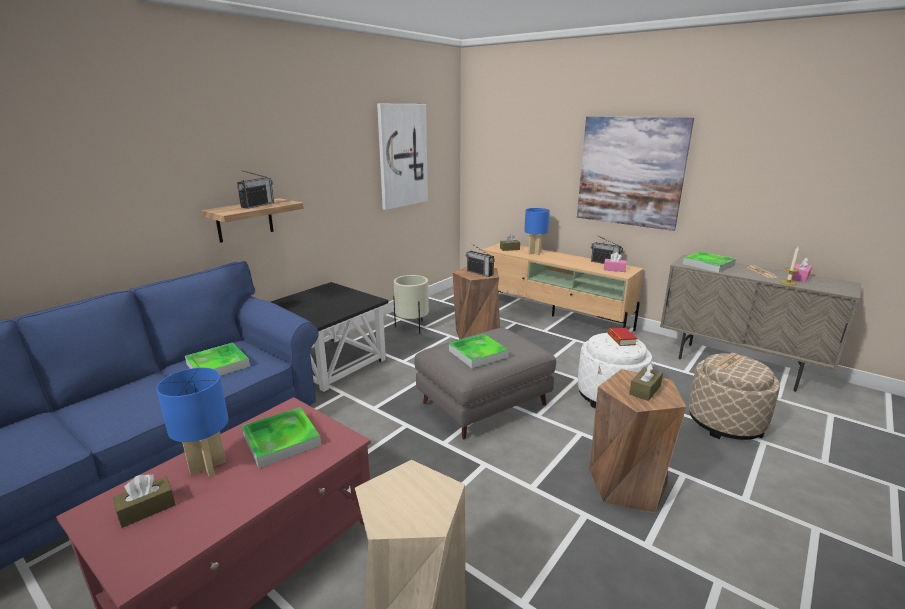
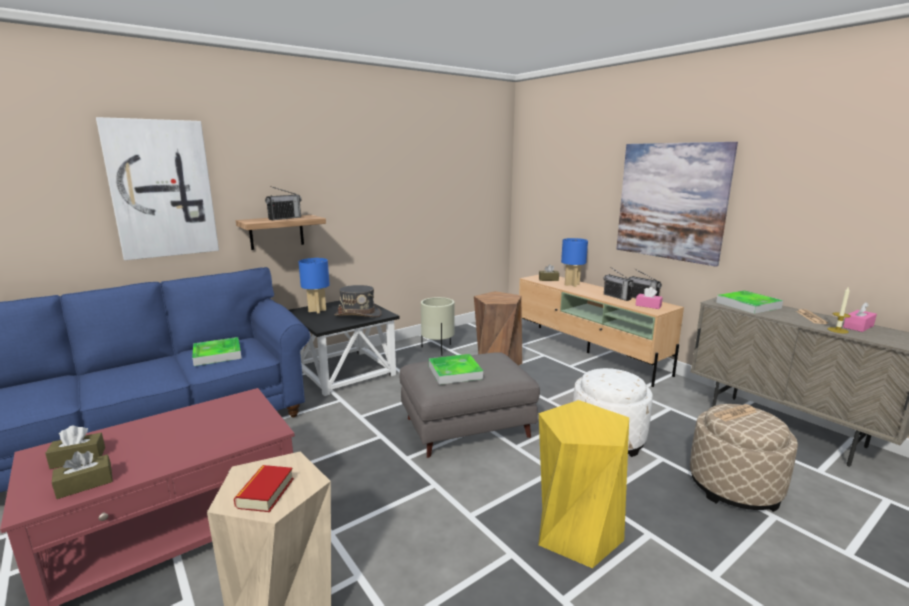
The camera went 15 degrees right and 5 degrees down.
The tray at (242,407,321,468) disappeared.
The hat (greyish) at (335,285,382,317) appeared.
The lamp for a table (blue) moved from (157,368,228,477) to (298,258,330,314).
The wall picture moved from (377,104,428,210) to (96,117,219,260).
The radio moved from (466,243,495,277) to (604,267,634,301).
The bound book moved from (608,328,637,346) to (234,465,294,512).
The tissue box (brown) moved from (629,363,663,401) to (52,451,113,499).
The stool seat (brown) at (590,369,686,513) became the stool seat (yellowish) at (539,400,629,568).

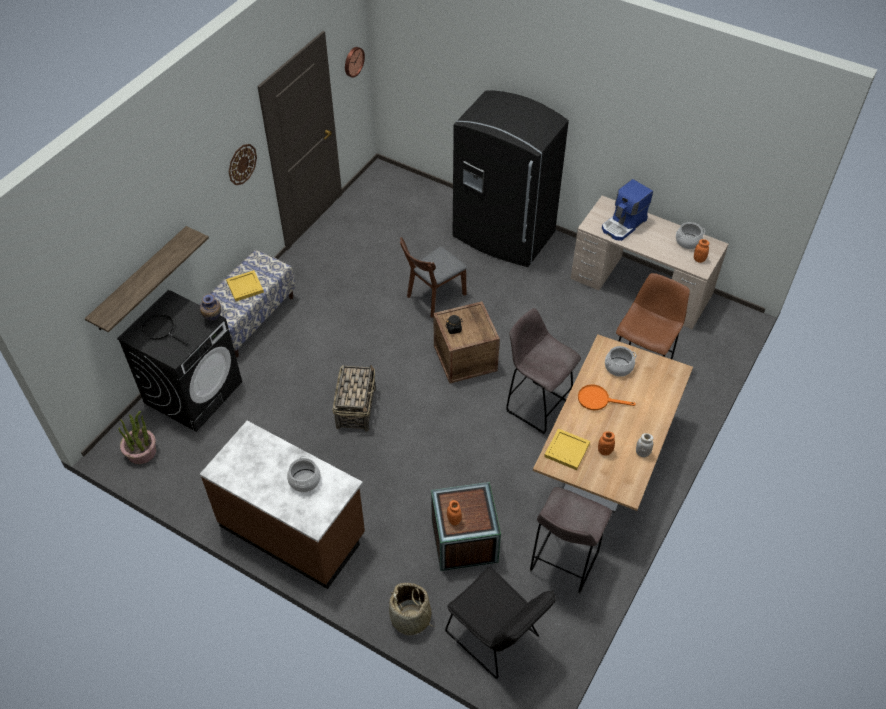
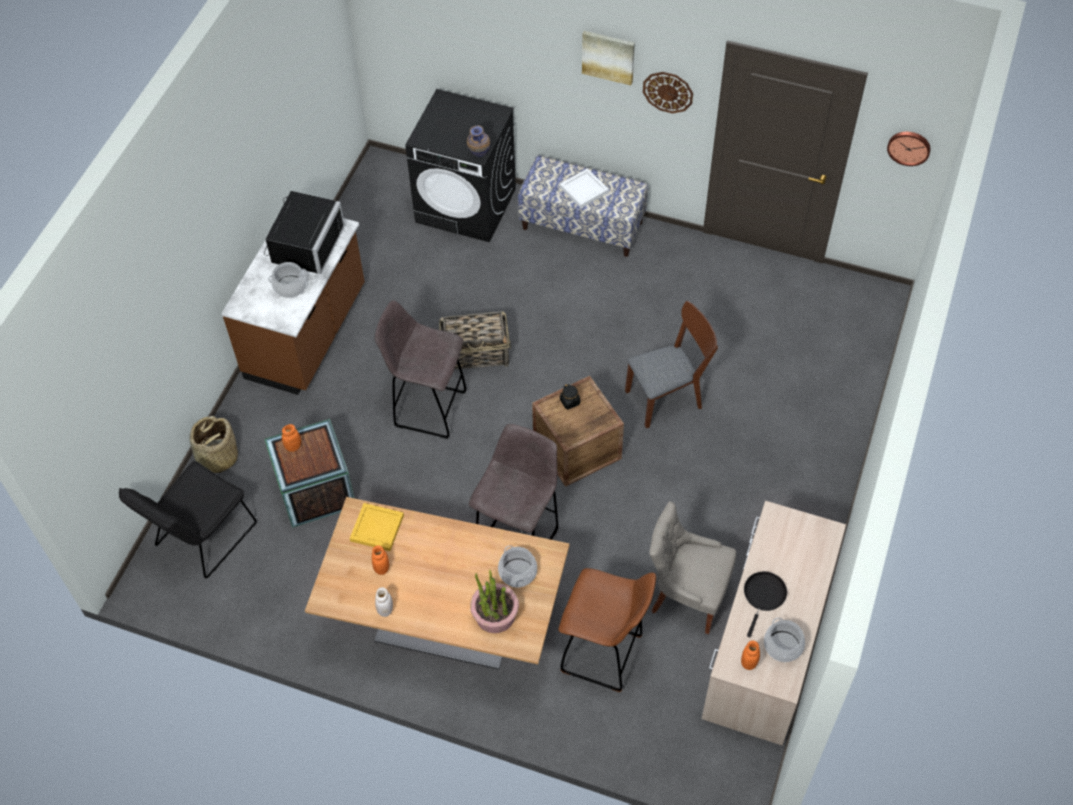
The camera went 80 degrees right and 5 degrees up.
The bracket shelf at (85,226,209,332) disappeared.
The kitchen fridge (blackish) at (453,90,569,267) disappeared.
The frying pan (orange) at (578,384,636,410) disappeared.
The coffee machine at (602,179,653,241) disappeared.
The microwave (blackish) at (264,191,345,274) appeared.
The wall picture at (582,31,635,85) appeared.
The upright chair (greyish) at (649,501,736,634) appeared.
The potted plant moved from (119,411,156,464) to (470,570,519,633).
The frying pan (blackish) moved from (141,314,188,345) to (744,571,787,637).
The stool seat (greyish) moved from (530,487,612,593) to (375,300,466,439).
The tray (yellowish) at (226,270,264,301) became the tray (whitish) at (560,168,609,208).
The upright chair (brown) at (400,237,467,318) turned 120 degrees clockwise.

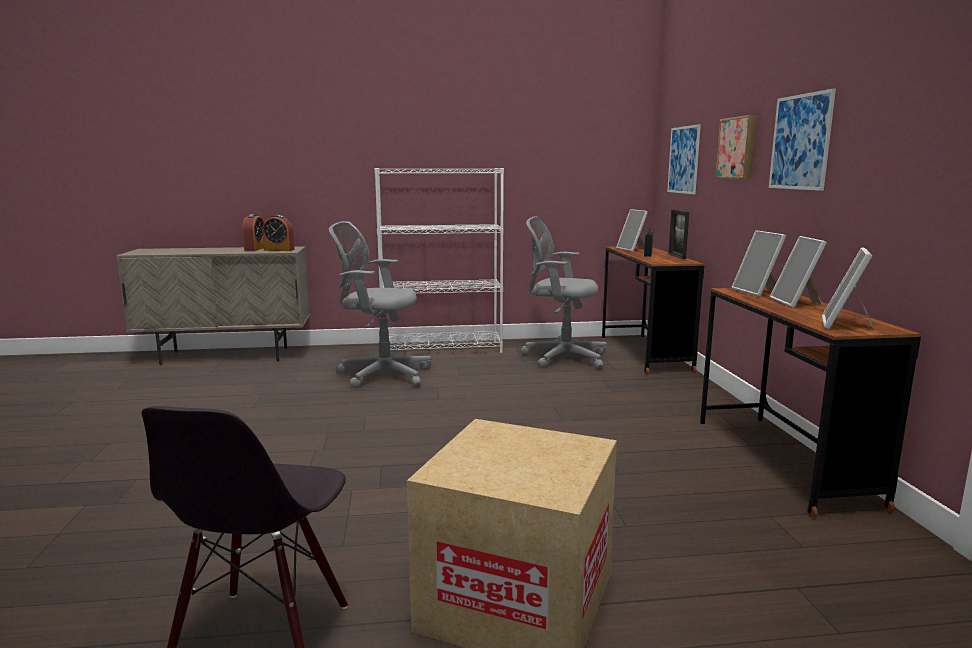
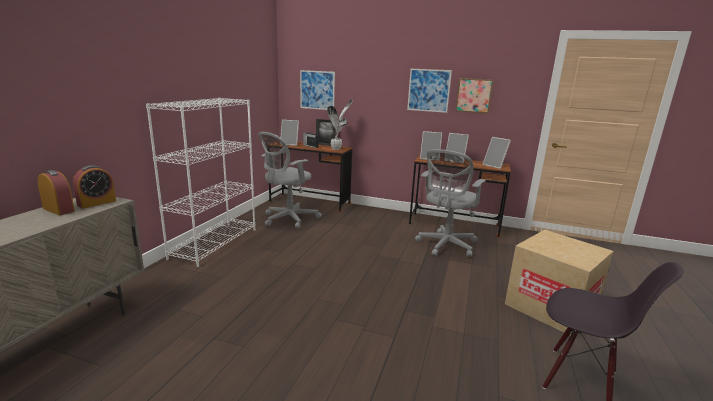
The camera went 65 degrees left and 5 degrees up.
The potted plant at (322,99,353,150) appeared.
The computer chair (greyish) moved from (329,221,431,388) to (415,149,486,257).
The wall picture moved from (715,115,757,179) to (456,78,493,113).

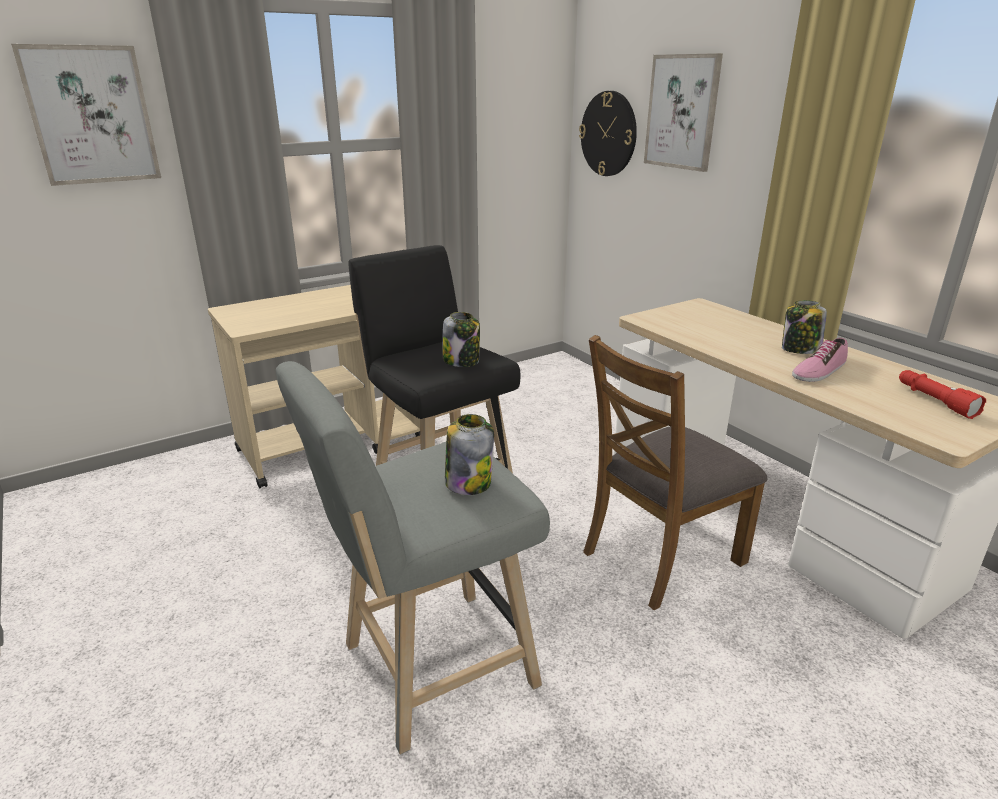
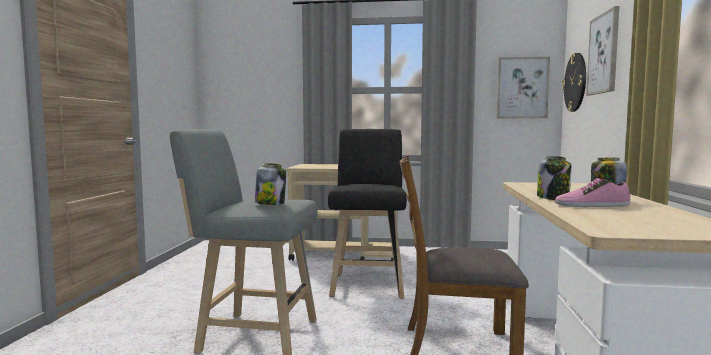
The camera went 40 degrees right and 20 degrees down.
The hand torch (reddish) at (899,370,986,419) disappeared.
The wall picture moved from (11,44,161,186) to (497,57,550,118).
The jar moved from (443,312,480,367) to (537,156,571,200).

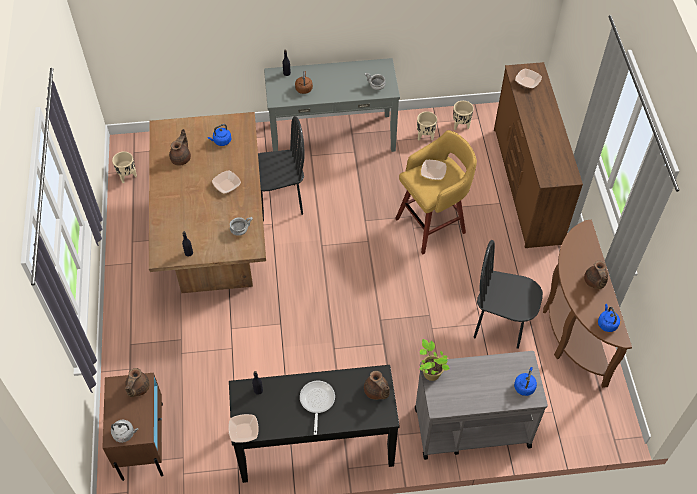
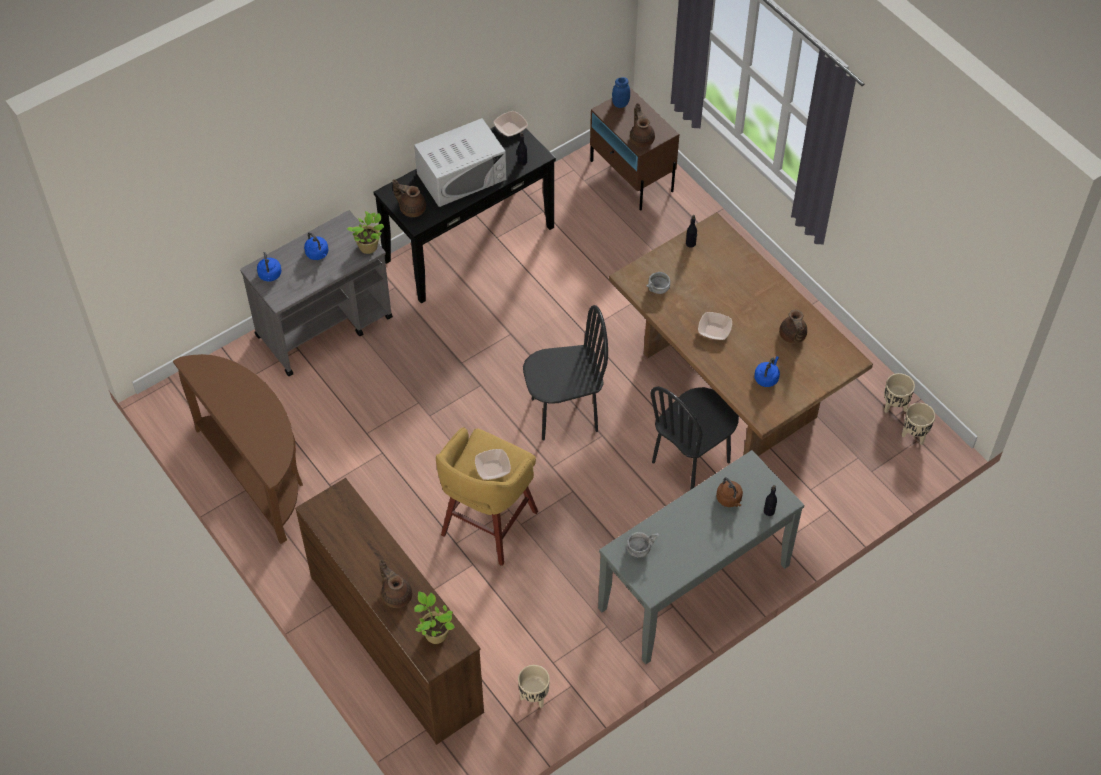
The camera went 150 degrees right and 0 degrees up.
The plant pot (sand-coloured) moved from (417,111,437,140) to (902,403,935,445).
The upright chair (blackish) moved from (474,240,543,349) to (523,305,608,440).
The teapot (brown) moved from (584,261,608,289) to (379,560,412,608).
The kettle (blue) moved from (598,304,620,332) to (304,232,328,260).
The kettle (greyish) at (111,420,138,443) was replaced by the jar (blue) at (612,77,630,108).
The frying pan at (300,381,335,435) was replaced by the microwave (whitish) at (414,118,506,207).
The bowl at (515,69,542,88) was replaced by the potted plant at (414,592,455,644).

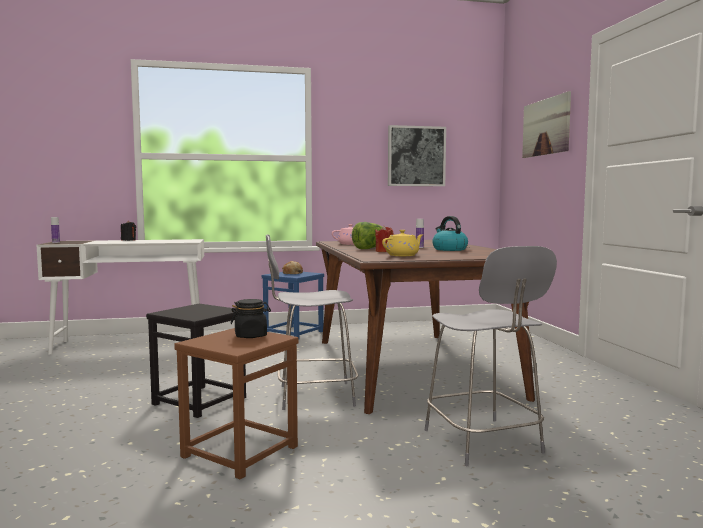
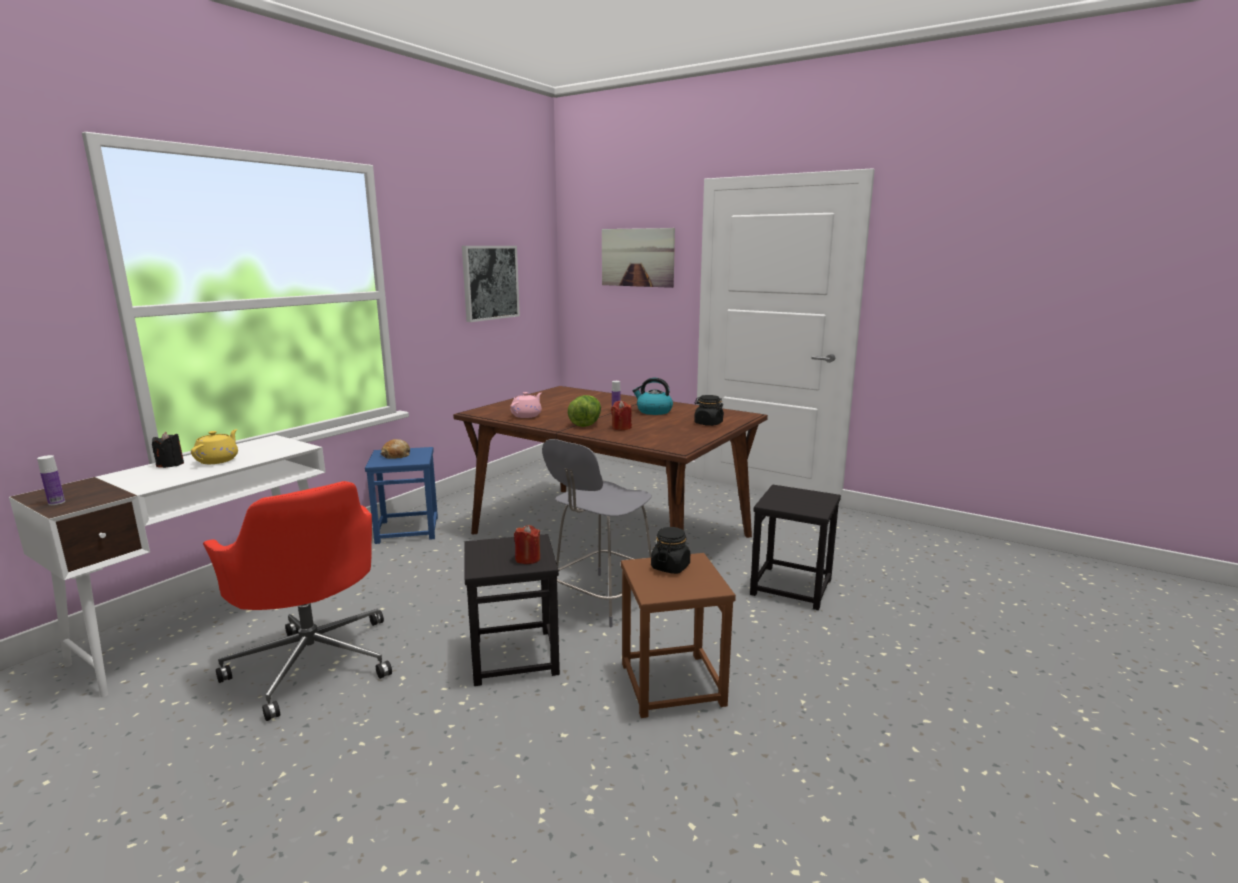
The camera went 45 degrees left and 10 degrees up.
The computer chair (reddish) at (203,481,392,721) appeared.
The candle (reddish) at (514,525,540,564) appeared.
The jar (blackish) at (694,395,724,426) appeared.
The teapot (yellowish) moved from (382,230,424,256) to (191,429,238,464).
The upright chair (greyish) at (425,246,557,466) was replaced by the stool seat (blackish) at (750,484,841,610).

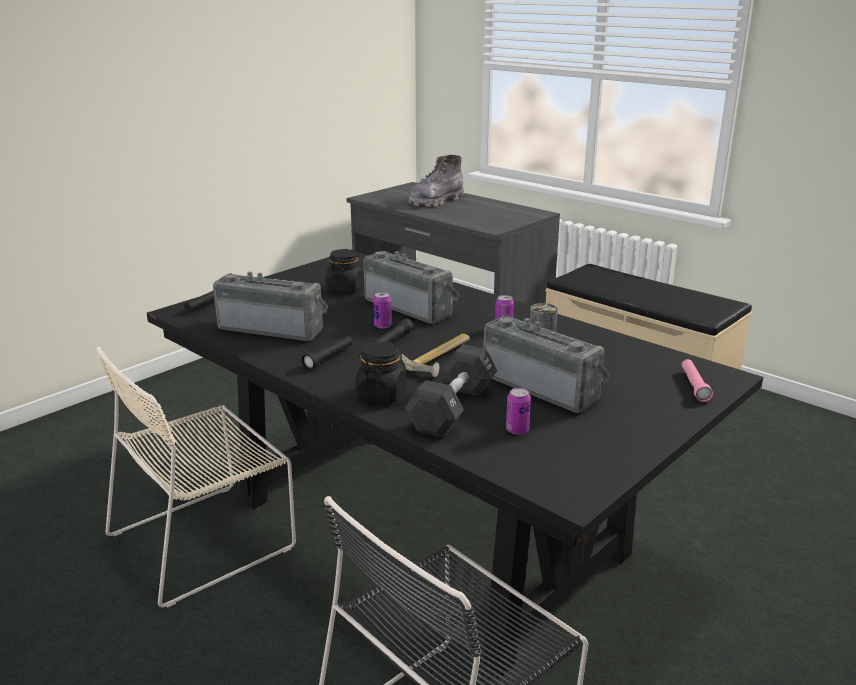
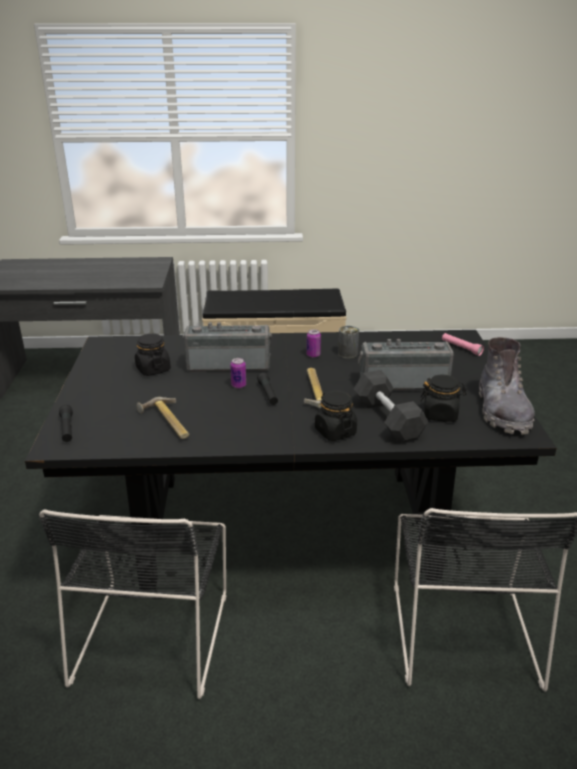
The camera went 45 degrees left and 5 degrees up.
The hand torch (blackish) at (302,336,353,370) disappeared.
The boot (greyish) moved from (408,155,464,207) to (479,337,535,435).
The radio at (213,272,328,341) was replaced by the tool hammer at (137,397,189,439).
The metal can at (506,388,531,435) was replaced by the jar (blackish) at (420,374,466,422).
The upright chair (sand-coloured) at (97,347,296,608) became the upright chair (blackish) at (39,509,226,699).

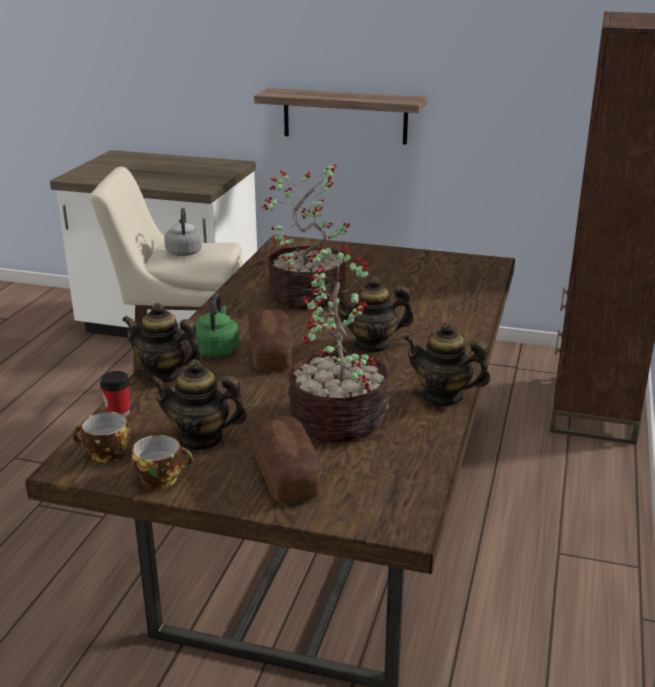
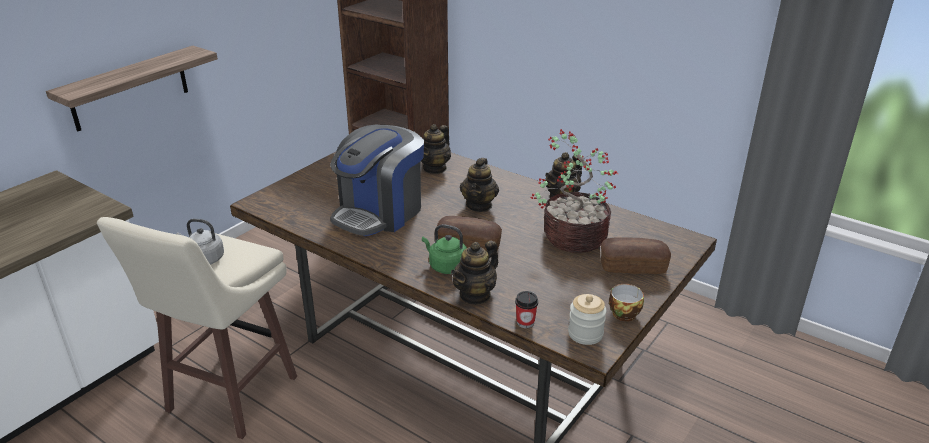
The camera went 70 degrees left and 5 degrees up.
The teapot moved from (150,360,247,451) to (421,124,451,174).
The small cup at (72,412,130,463) was replaced by the jar at (568,294,607,345).
The potted plant at (262,164,350,310) was replaced by the coffee machine at (330,125,424,236).

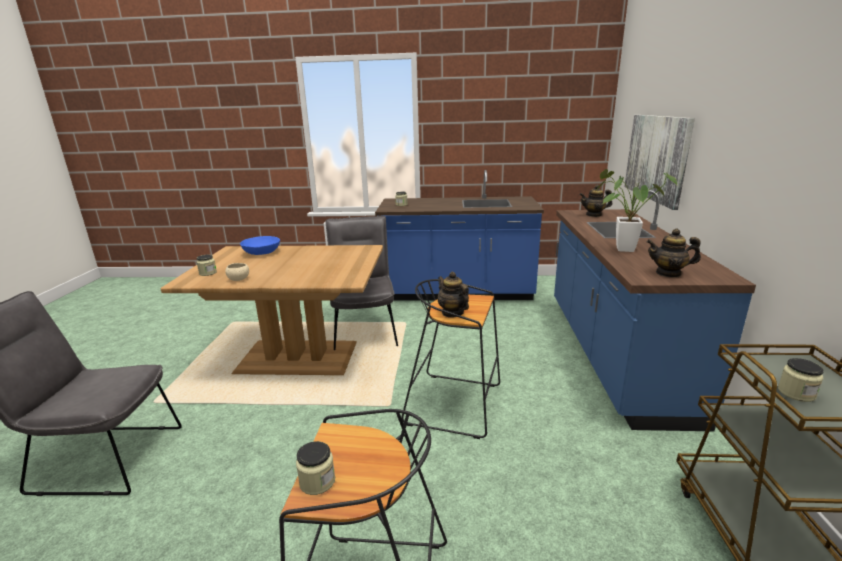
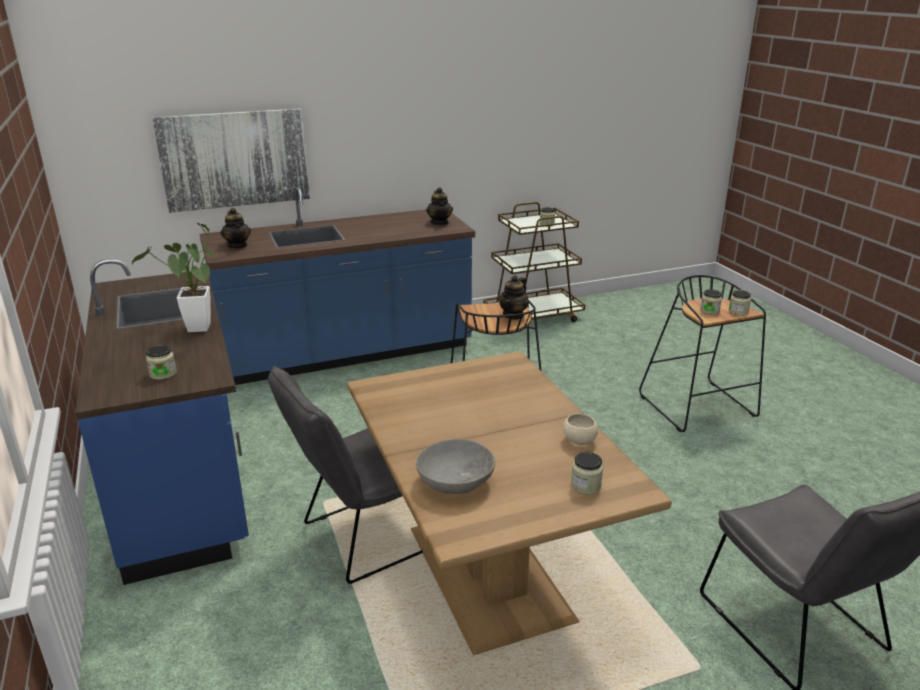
The camera went 115 degrees left and 5 degrees up.
The jar at (700,289,722,315) appeared.
The potted plant moved from (596,169,677,252) to (131,223,217,332).
The bowl (blue) at (240,236,280,255) became the bowl (greyish) at (416,439,495,494).

